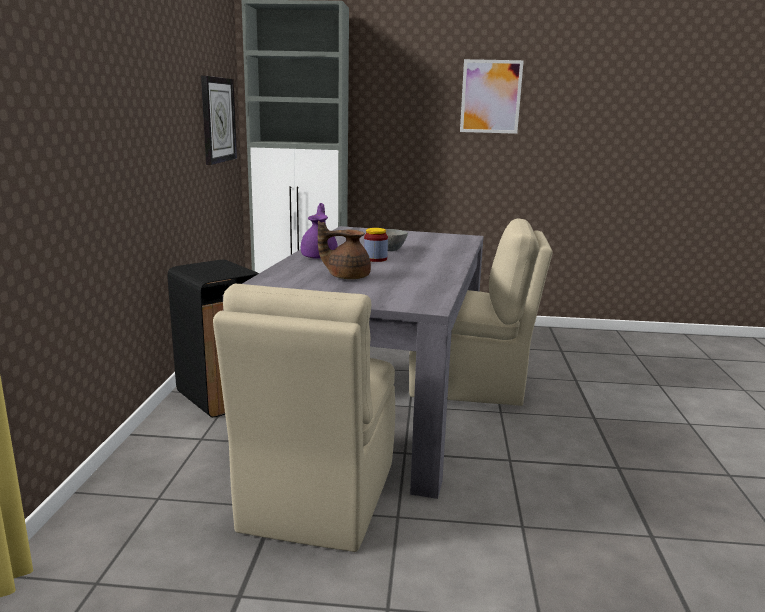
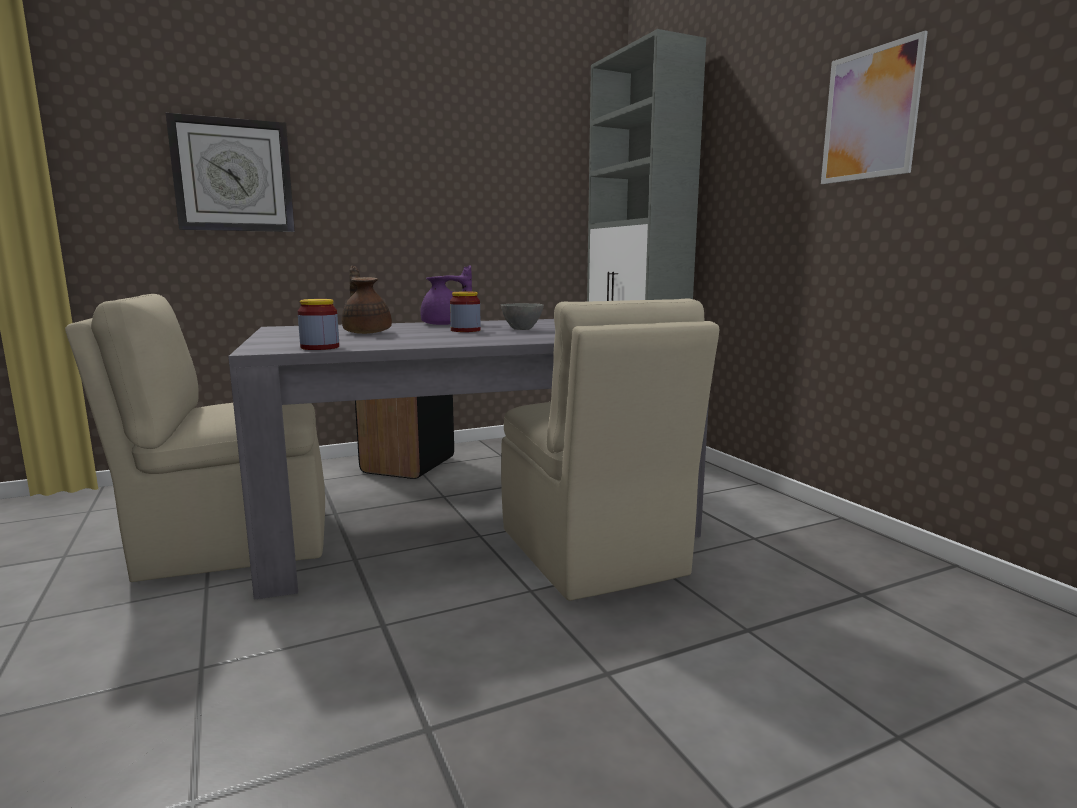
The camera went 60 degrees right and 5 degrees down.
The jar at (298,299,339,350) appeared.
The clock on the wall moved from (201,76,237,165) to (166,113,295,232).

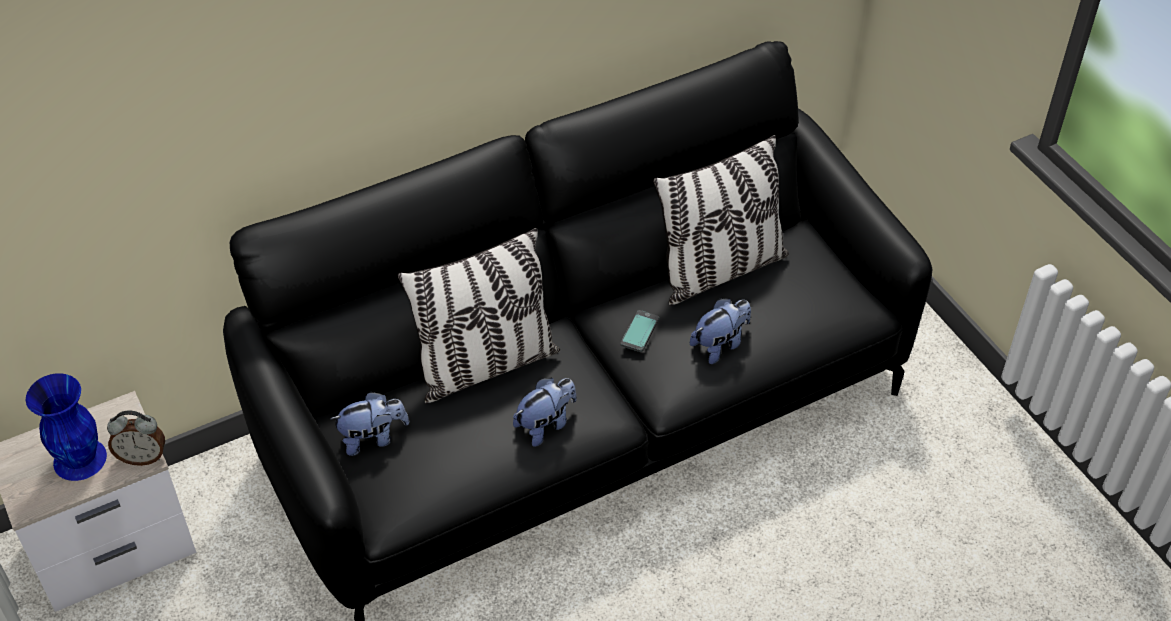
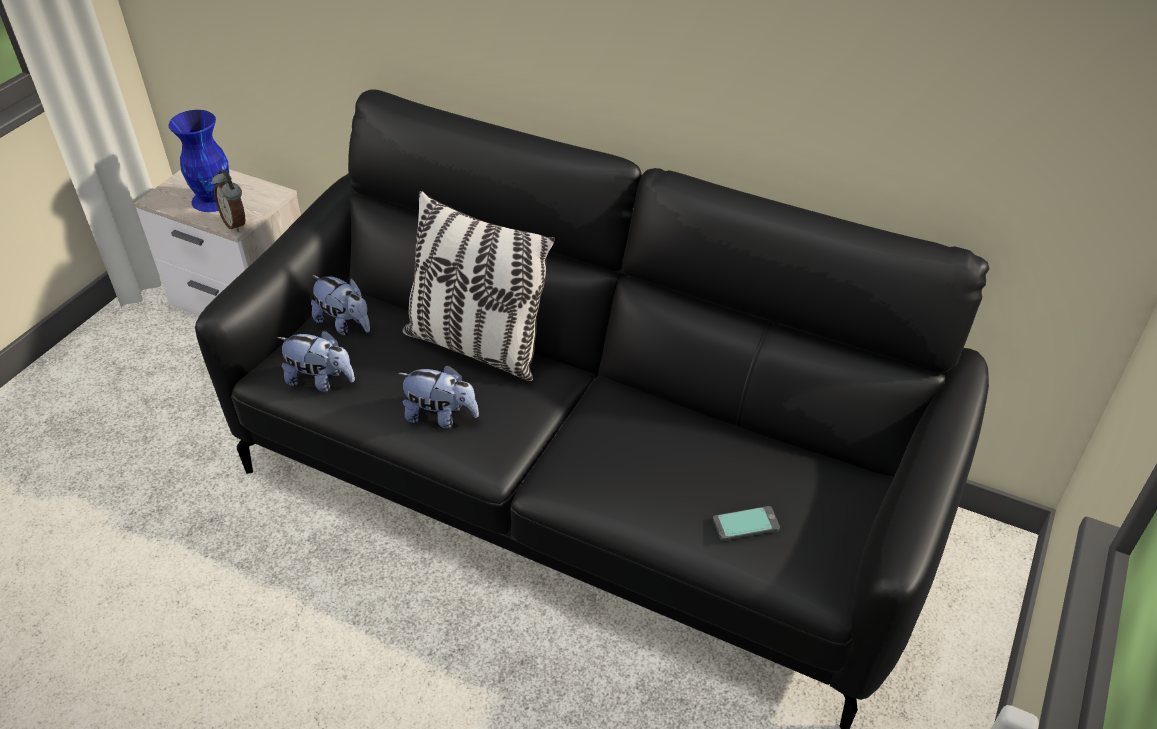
The camera went 55 degrees right and 5 degrees down.
The throw pillow at (653,135,789,306) disappeared.
The telephone moved from (621,310,659,352) to (713,506,780,541).
The plush toy moved from (690,298,751,364) to (277,330,355,392).

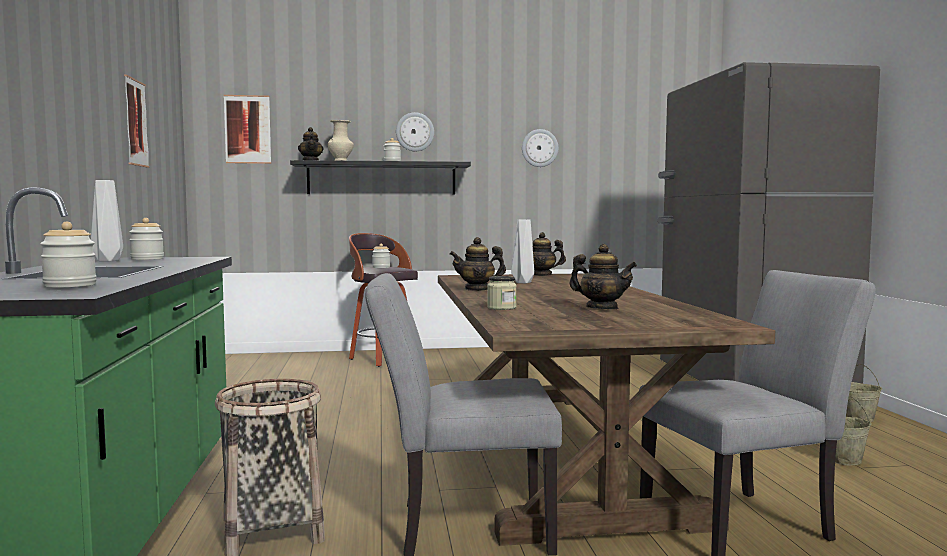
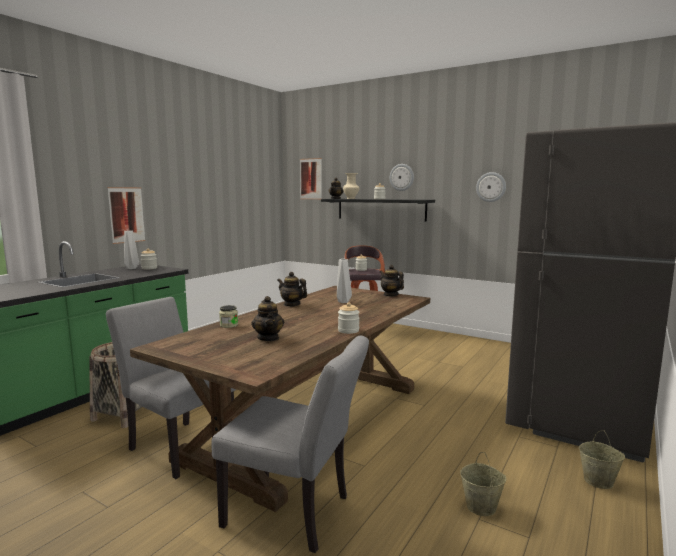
The camera went 40 degrees right and 5 degrees up.
The jar moved from (40,222,97,288) to (338,302,360,334).
The wall picture moved from (124,74,149,168) to (107,187,145,244).

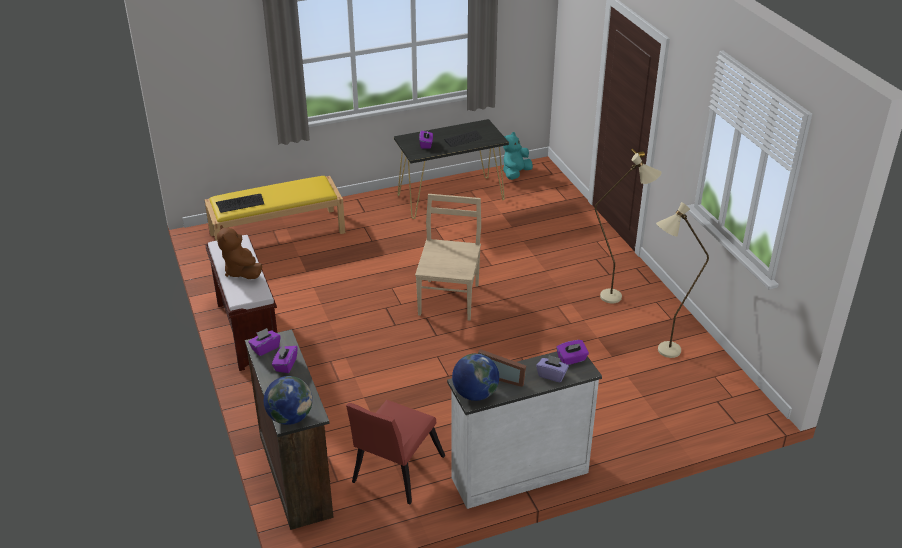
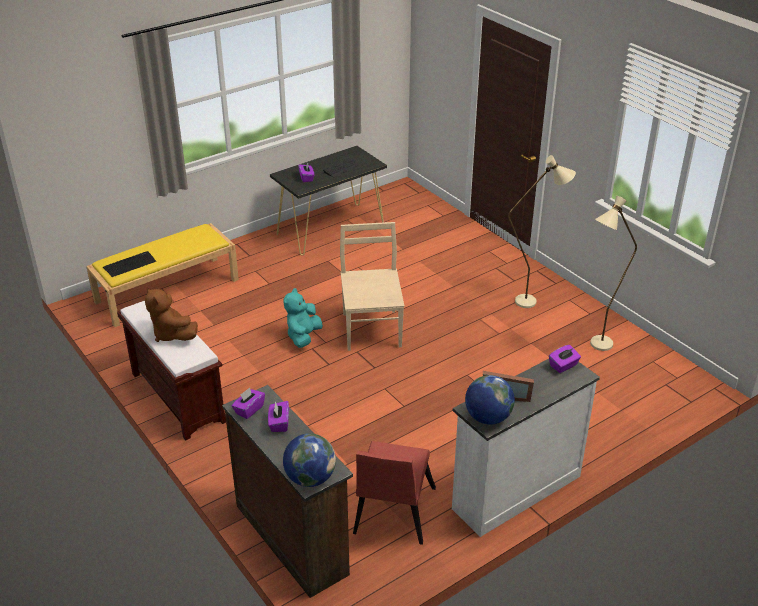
The camera went 15 degrees left and 0 degrees up.
The tissue box (purplish) at (536,355,569,382) disappeared.
The plush toy (turquoise-coloured) moved from (503,132,533,180) to (283,288,323,348).

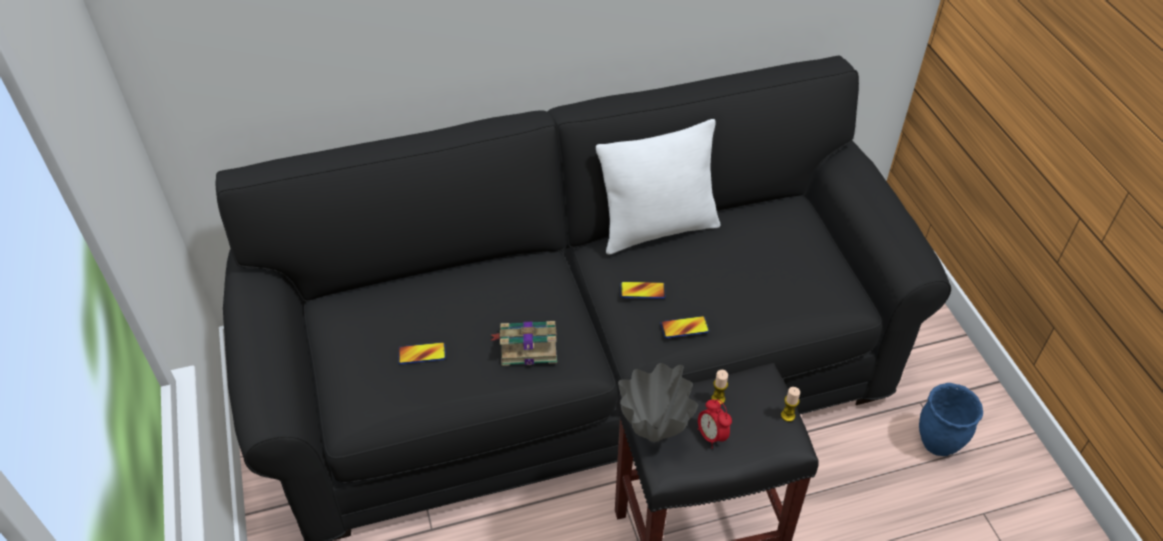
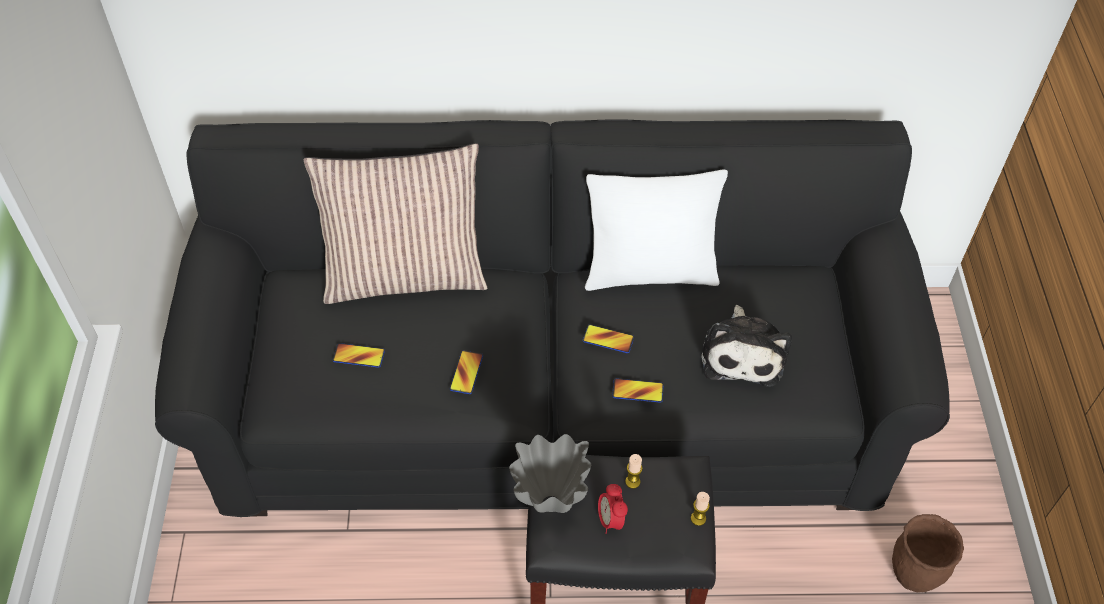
The camera went 15 degrees right and 5 degrees up.
The throw pillow at (303,143,488,304) appeared.
The plush toy at (701,305,792,387) appeared.
The bound book at (490,321,557,366) was replaced by the telephone at (450,350,483,394).
The plant pot (blue) at (919,383,983,456) became the plant pot (brown) at (892,514,964,592).

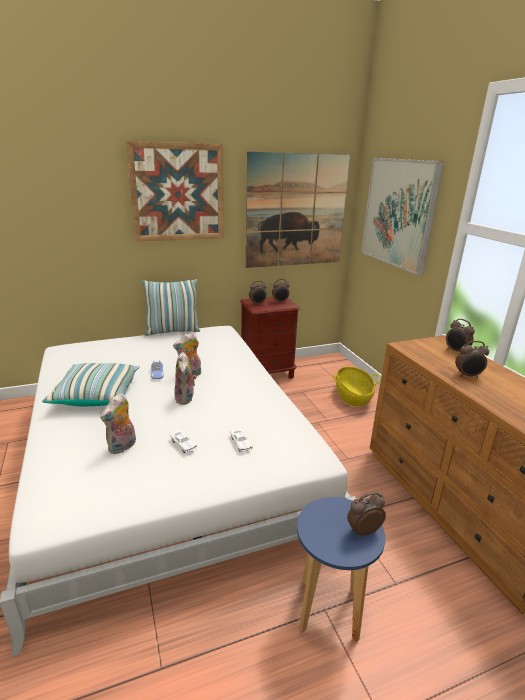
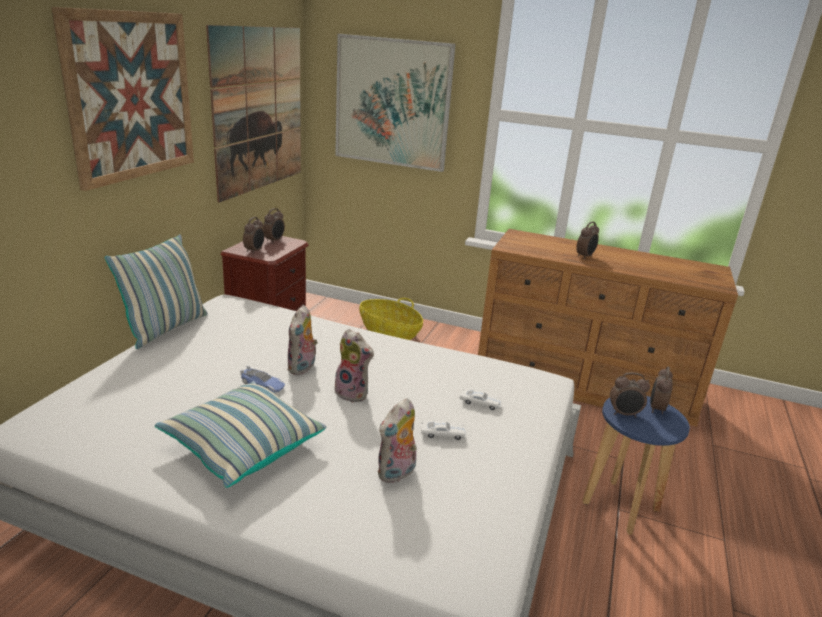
The camera went 50 degrees left and 0 degrees up.
The bedside clock moved from (446,319,475,352) to (610,372,650,418).
The plush toy at (100,393,136,454) turned 60 degrees clockwise.

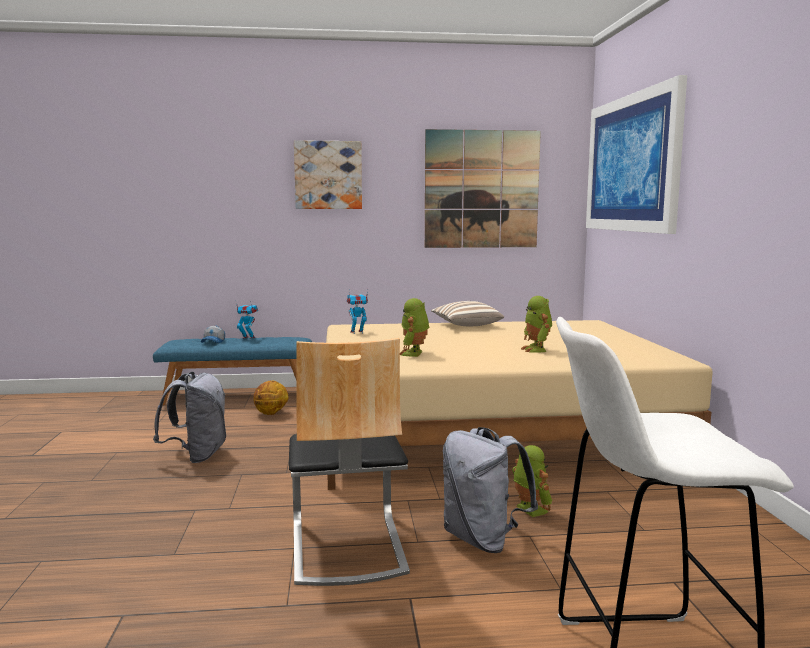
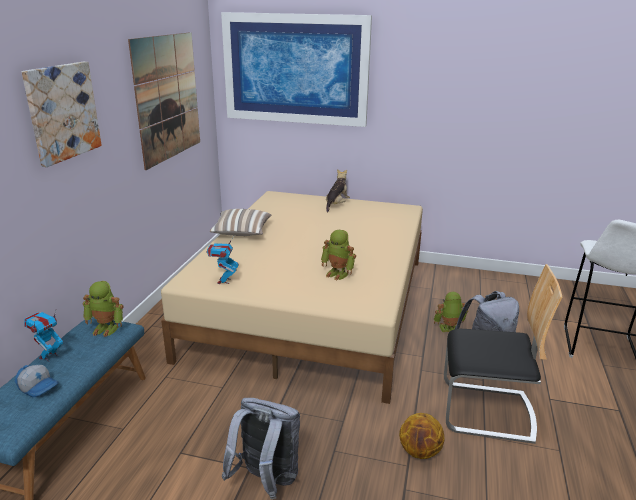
The camera went 70 degrees left and 15 degrees up.
The plush toy at (326,169,350,212) appeared.
The basketball moved from (253,380,289,415) to (399,413,445,459).
The model robot moved from (521,296,552,353) to (83,281,124,337).

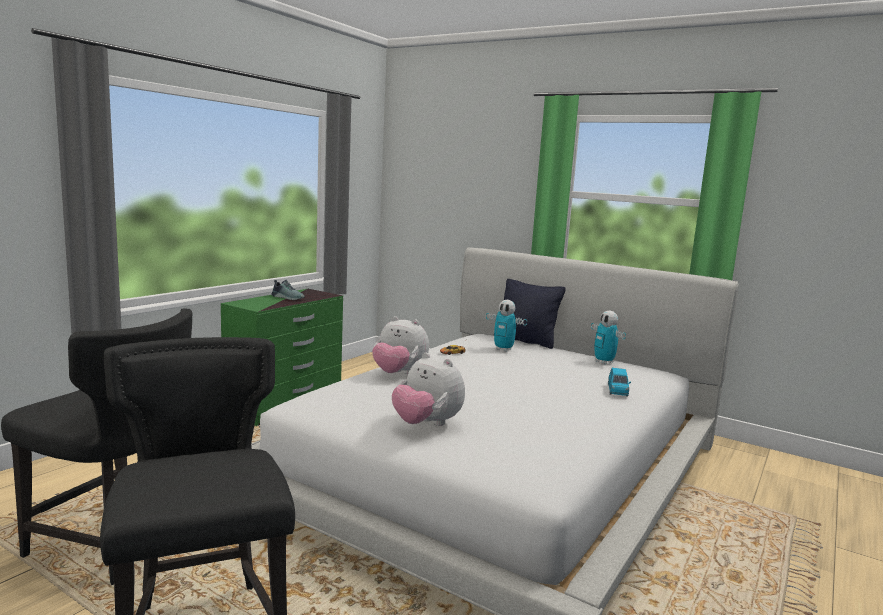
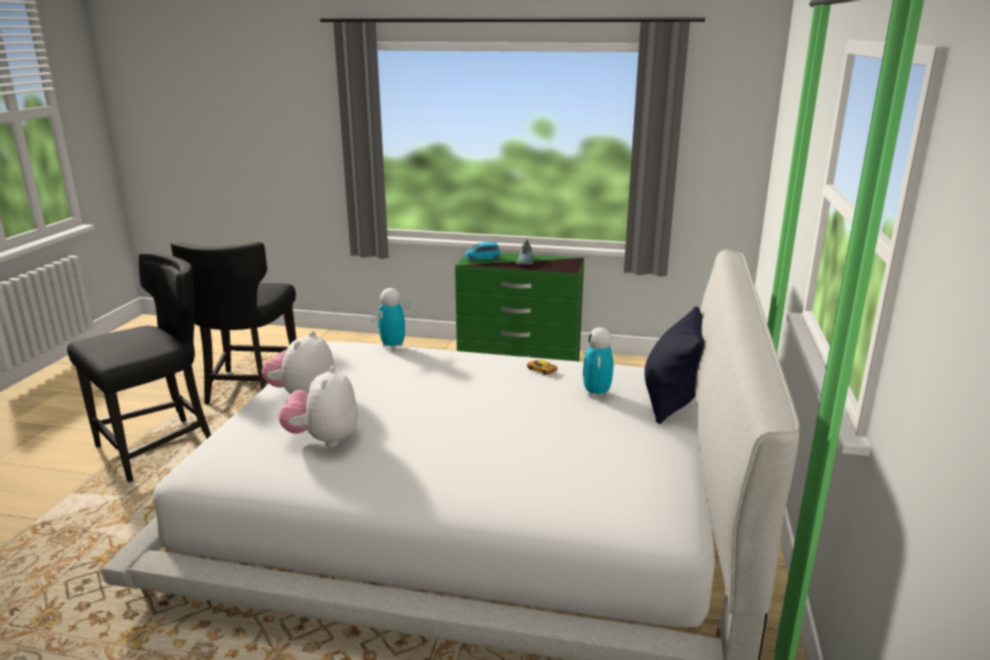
The camera went 70 degrees right and 10 degrees up.
The plush toy moved from (372,316,429,374) to (279,366,358,447).
The model robot moved from (591,311,626,364) to (371,288,410,350).
The miniature car (blue) moved from (608,368,631,397) to (466,242,501,262).

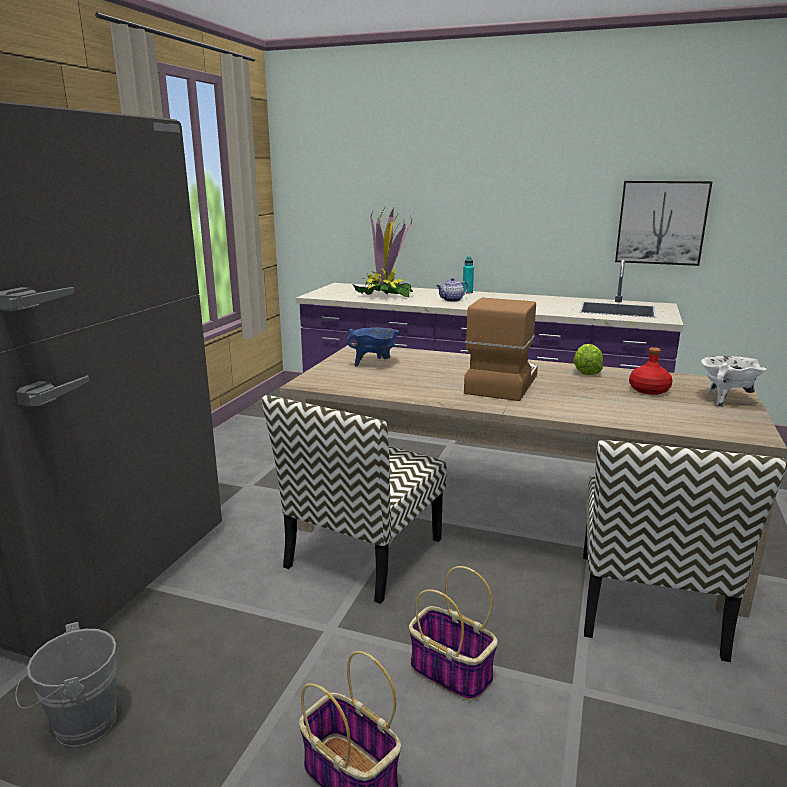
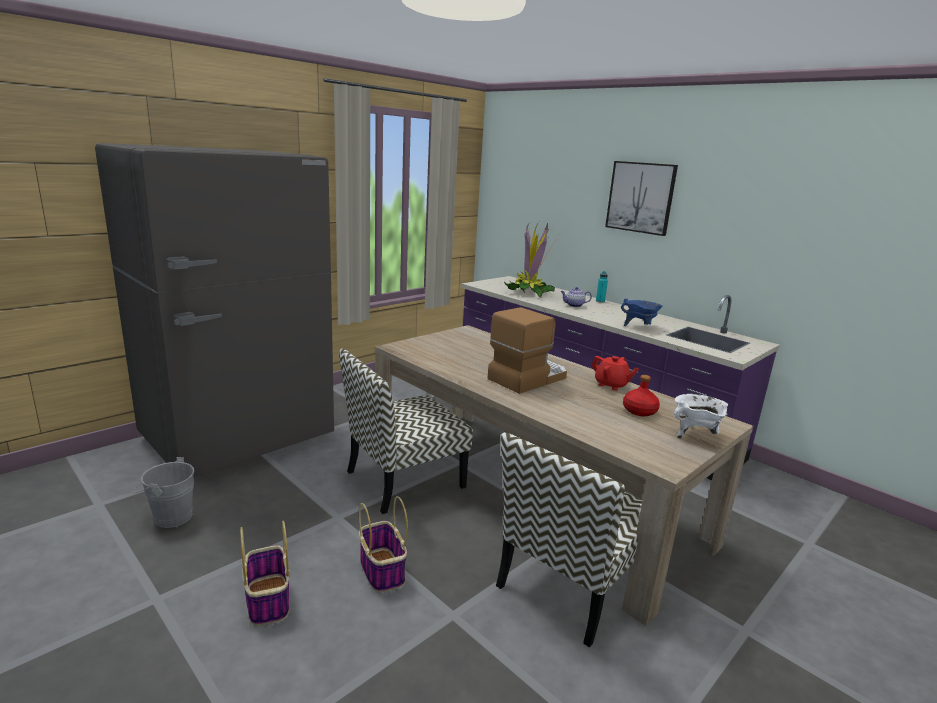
The camera went 25 degrees right and 0 degrees up.
The stockpot (blue) moved from (346,327,399,366) to (621,298,663,326).
The wall picture moved from (615,181,712,266) to (605,161,678,236).
The lettuce at (573,344,603,375) was replaced by the teapot (reddish) at (591,356,639,391).

